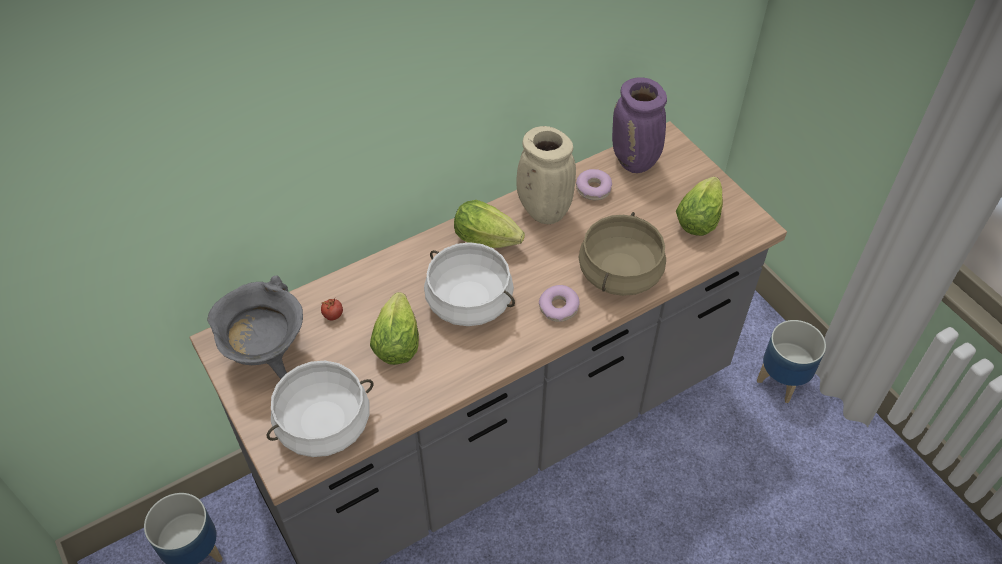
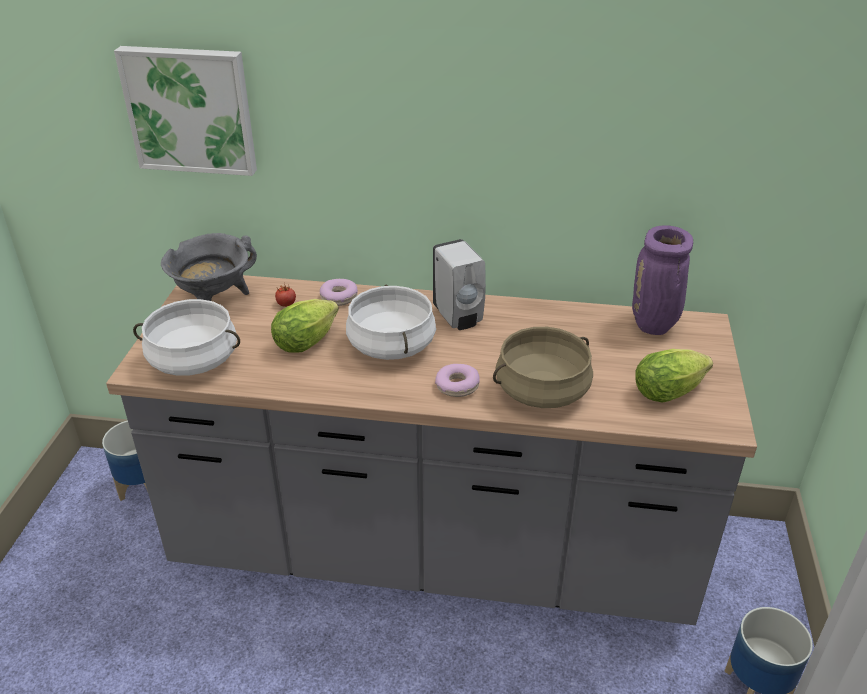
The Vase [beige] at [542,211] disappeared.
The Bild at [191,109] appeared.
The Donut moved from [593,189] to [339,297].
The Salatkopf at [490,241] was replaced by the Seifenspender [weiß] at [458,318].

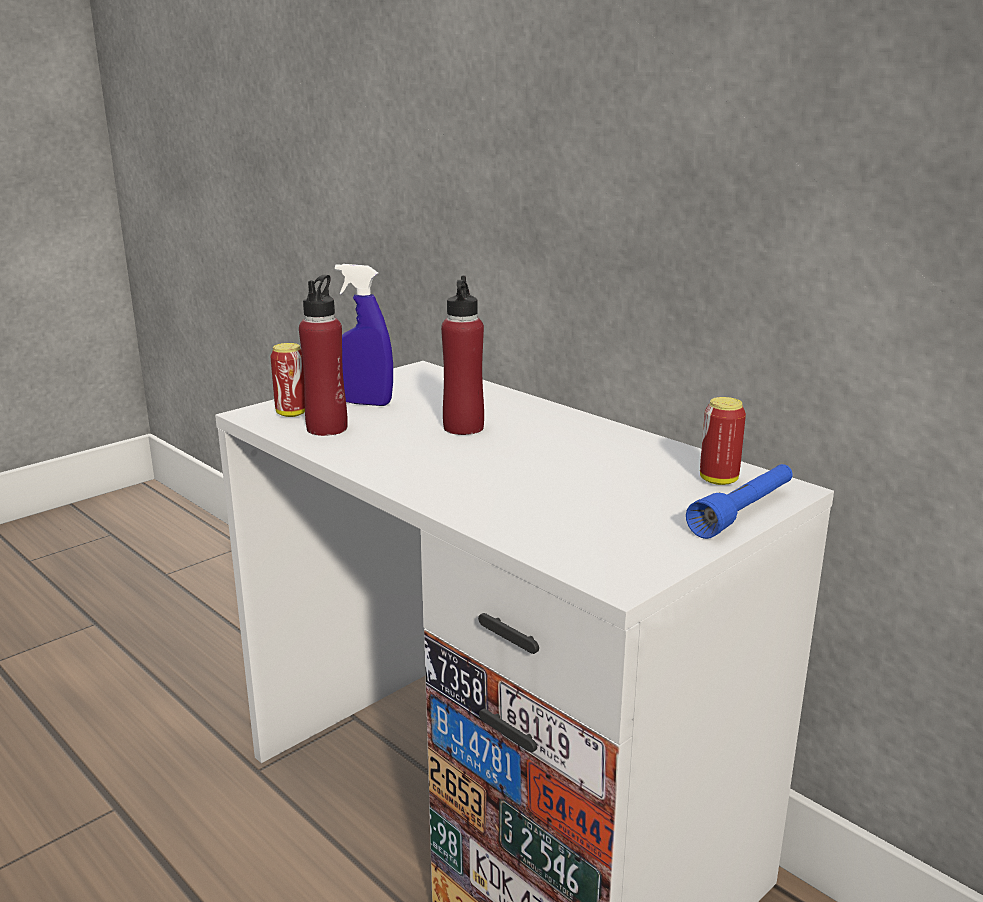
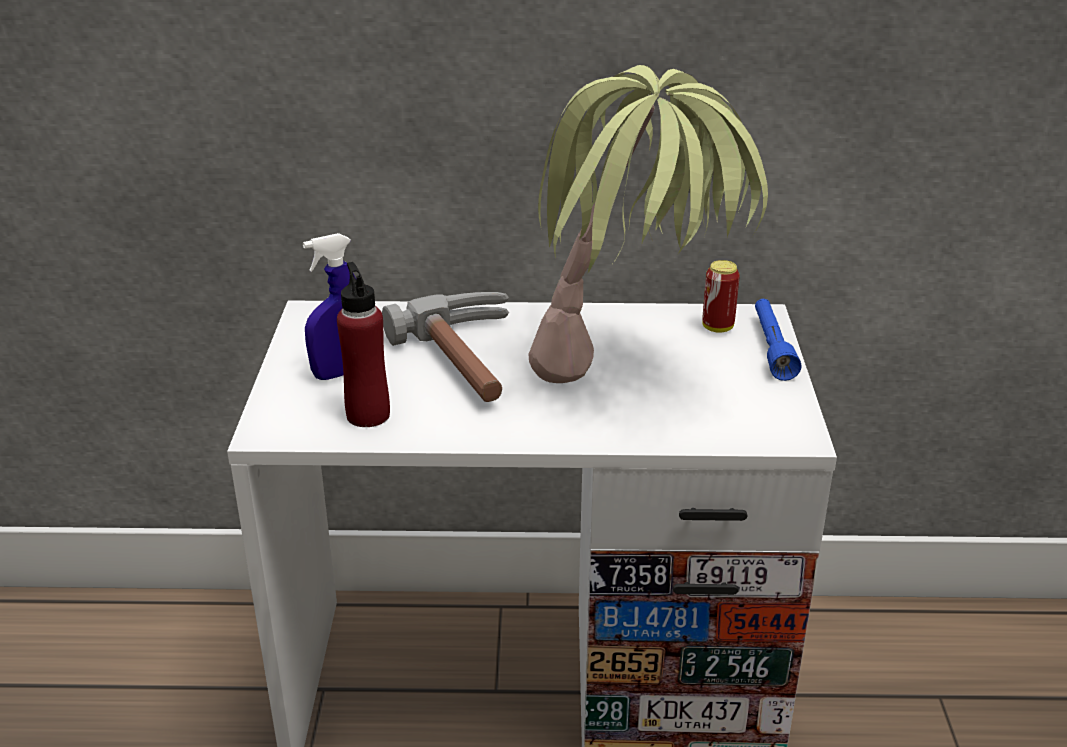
The Dose at [291,413] disappeared.
The Topfpflanze at [634,380] appeared.
The Flasche [rot] at [463,428] was replaced by the Hammer at [474,361].

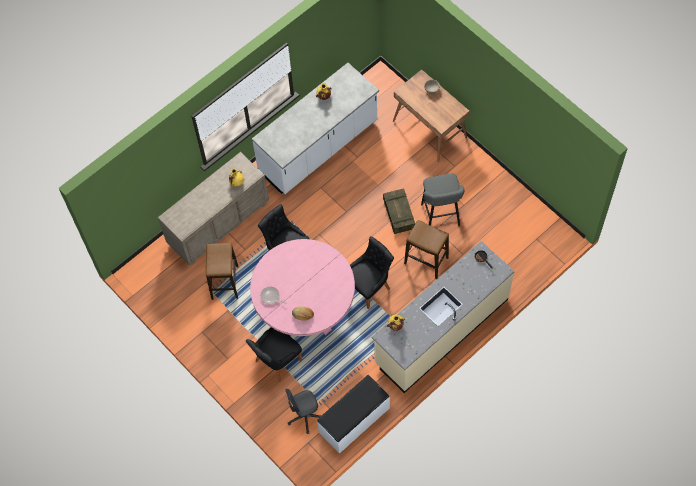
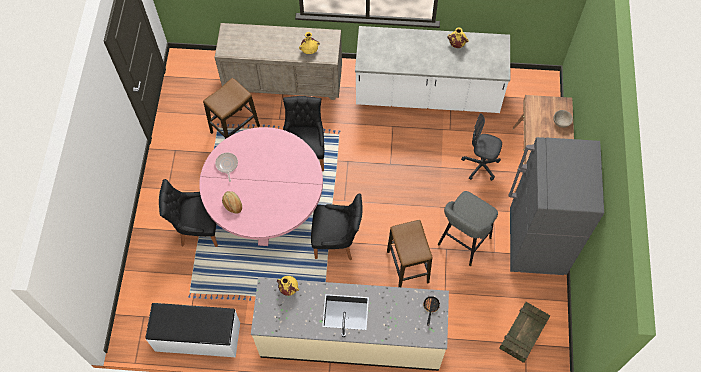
The Kühlschrank [grau] at [536,243] appeared.
The Bürostuhl [grau] moved from [305,416] to [480,165].
The Kiste moved from [398,214] to [523,334].

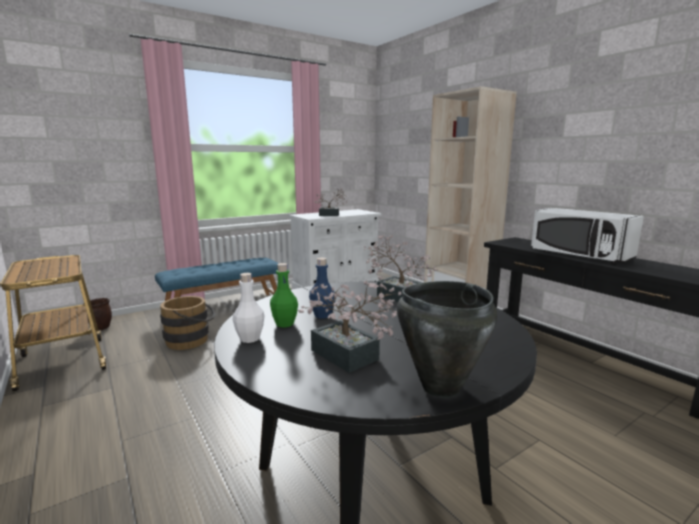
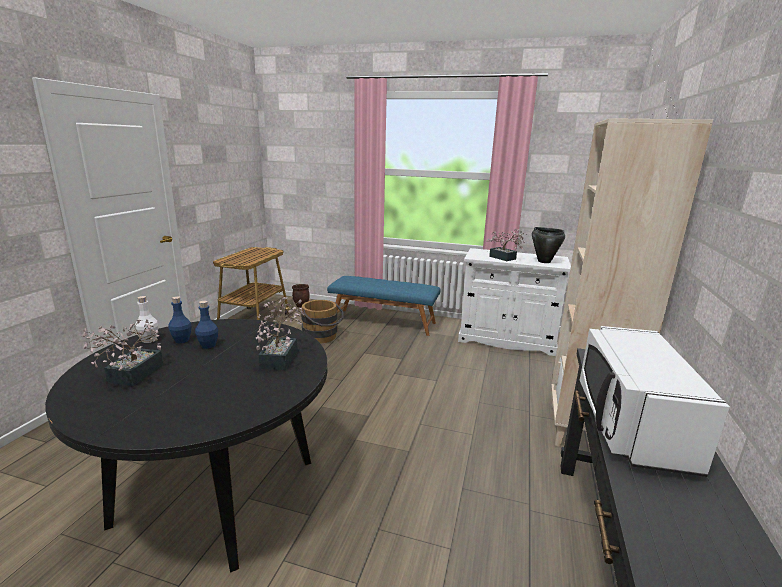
The Kochtopf [schwarz] moved from [440,387] to [544,261].
The Flasche [grün] at [284,324] became the Flasche [blau] at [182,340].

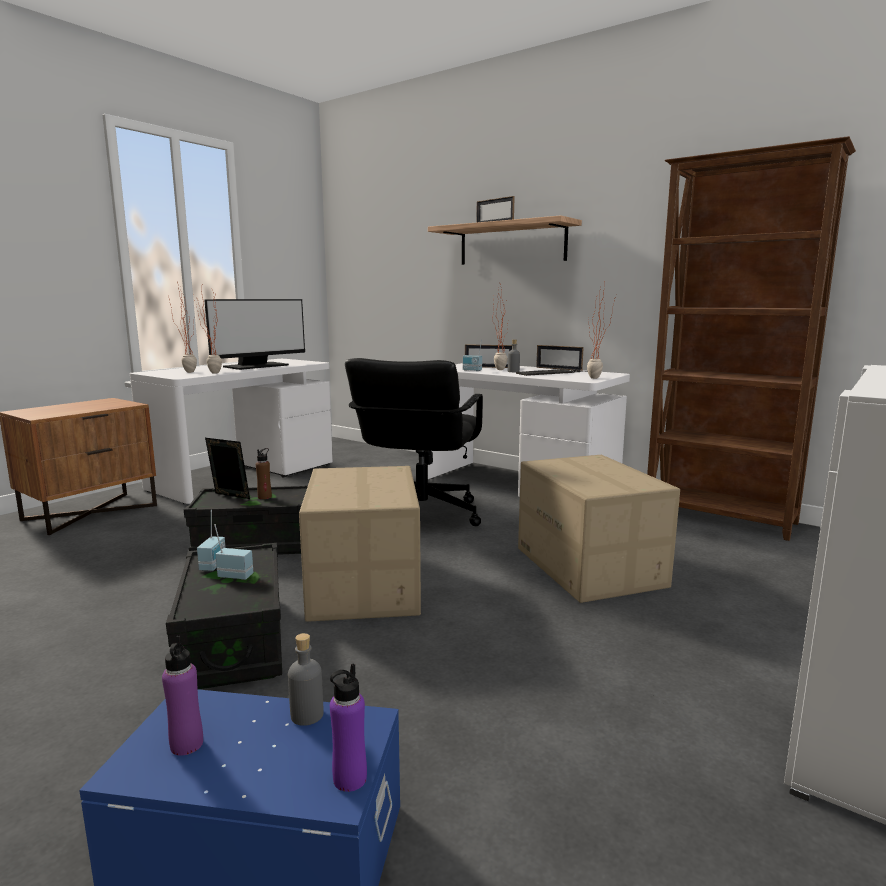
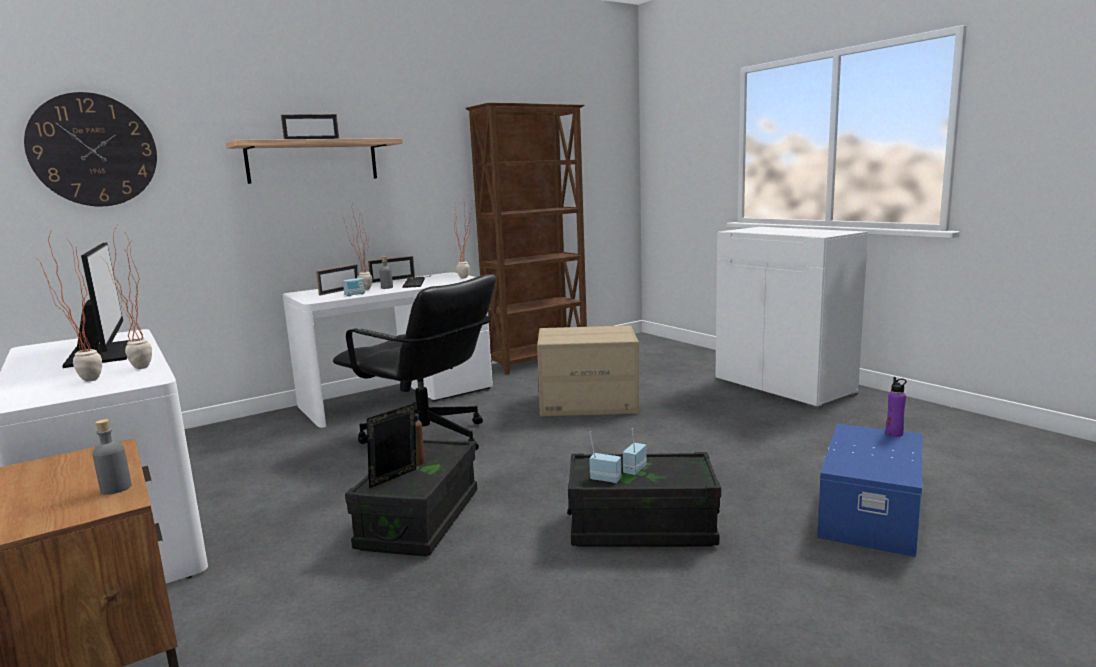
The Flasche [lila] at [186,744] disappeared.
The Karton at [365,585] disappeared.
The Wanduhr at [93,150] appeared.
The Flasche [grau] moved from [307,715] to [116,488].

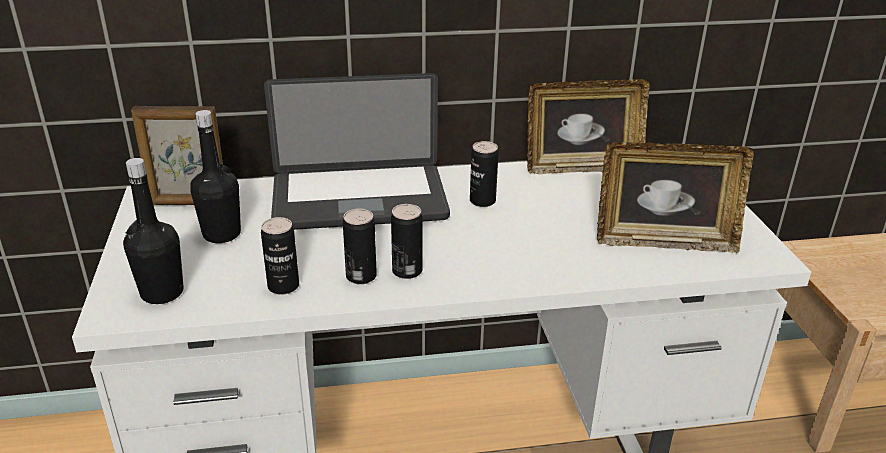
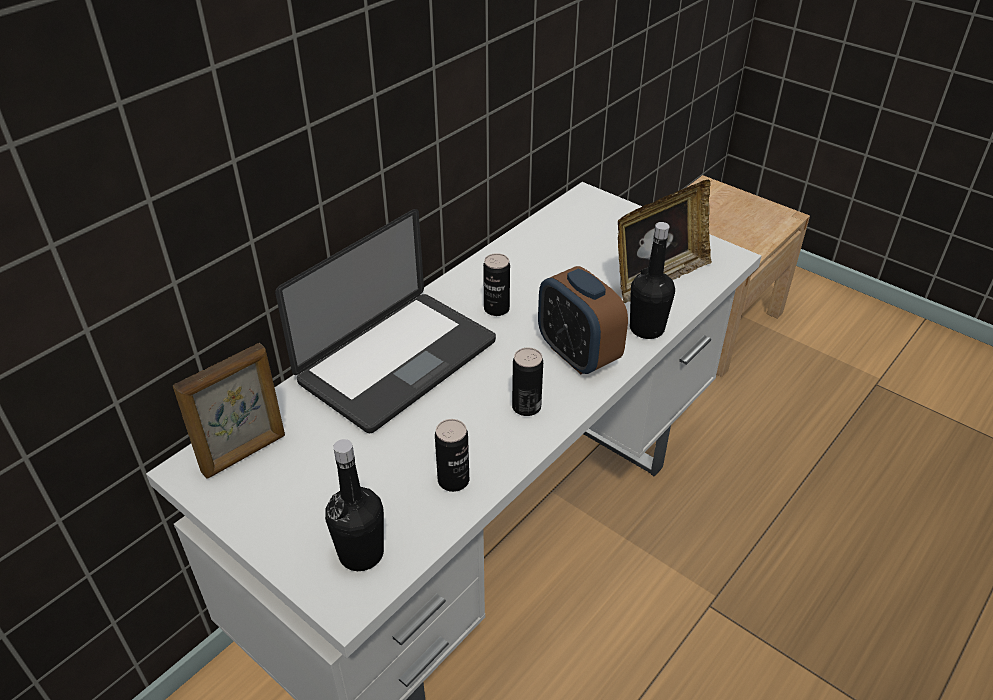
The Dose at [361,276] disappeared.
The Bilderrahmen at [582,167] disappeared.
The Wecker at [577,354] appeared.
The Flasche [schwarz] moved from [222,234] to [647,329].

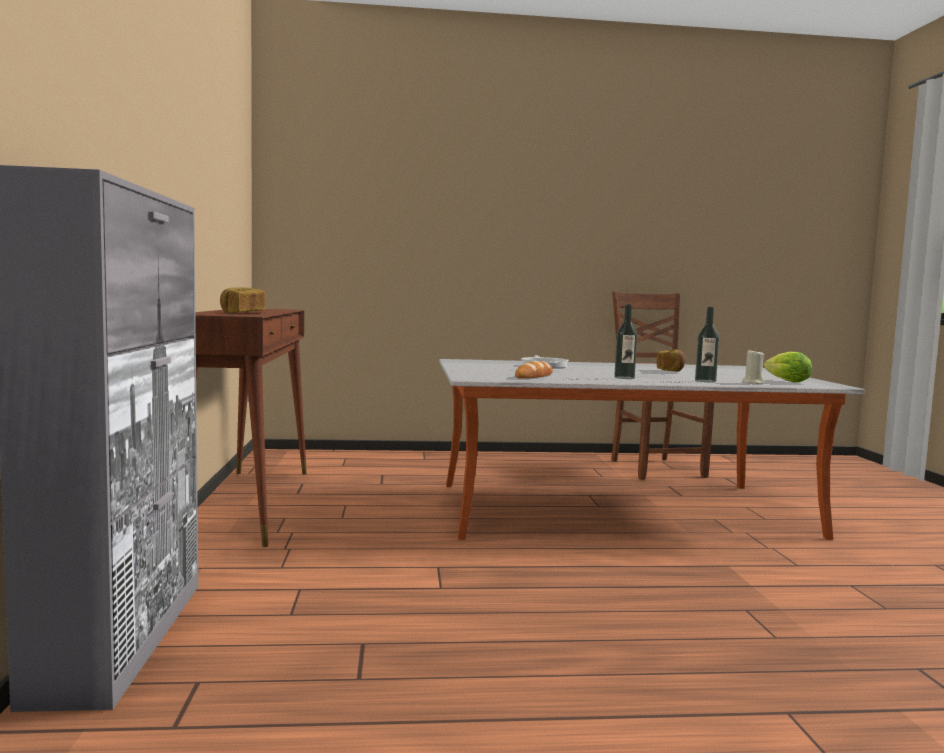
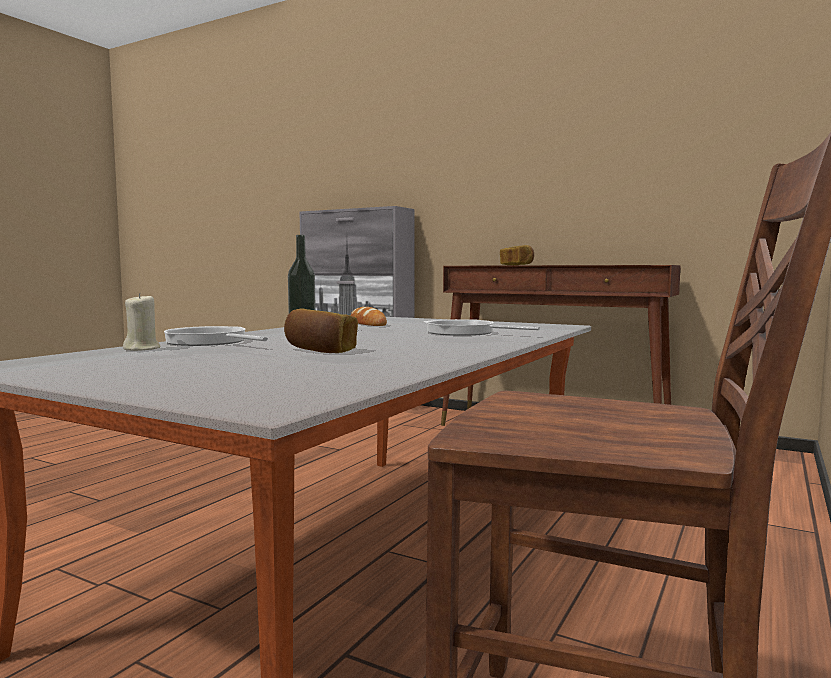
The Salatkopf at [785,381] disappeared.
The Flasche at [705,381] was replaced by the Pfanne at [209,342].

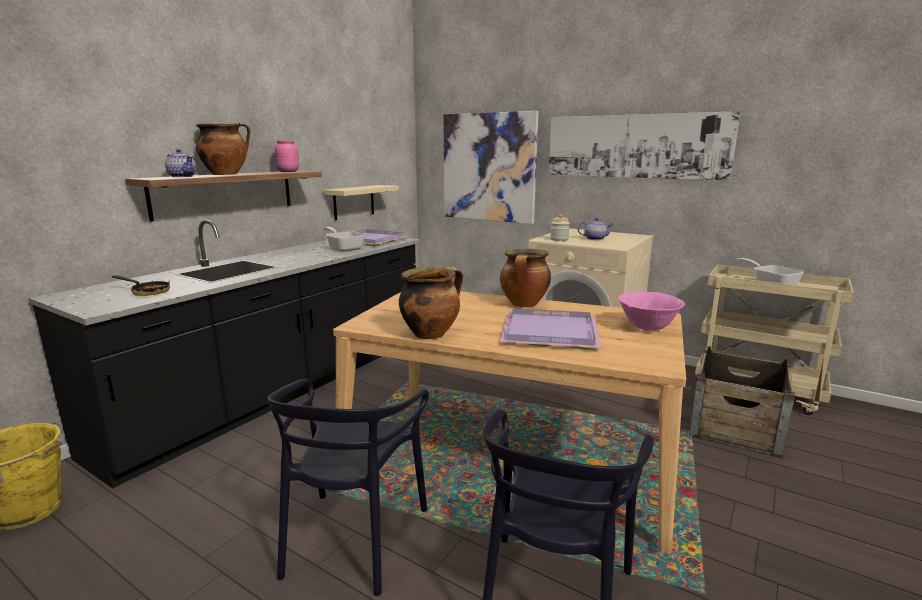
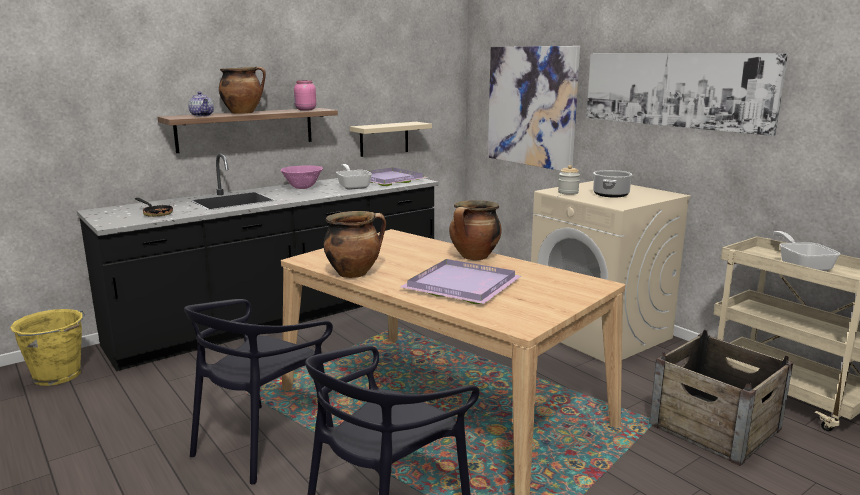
The Schüssel [rosa] moved from [647,328] to [302,188].
The Teekanne at [595,239] was replaced by the Kochtopf at [610,194].

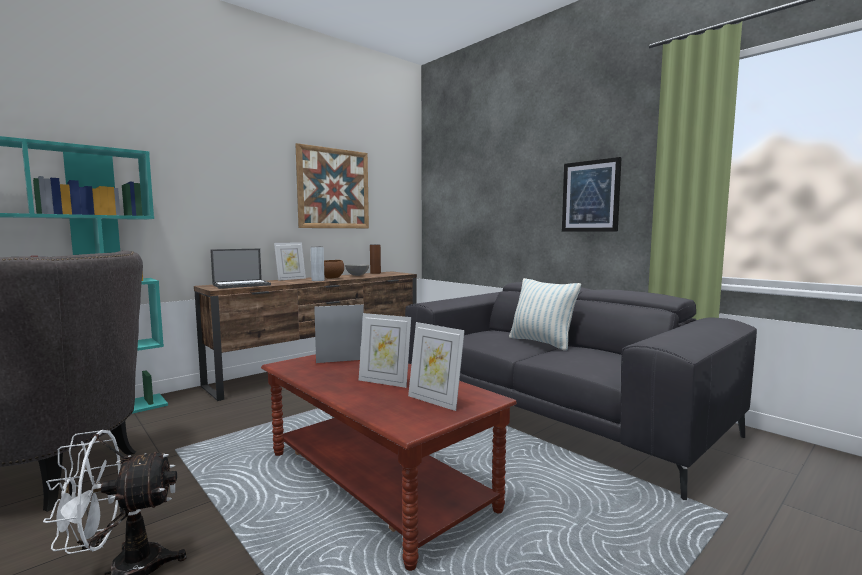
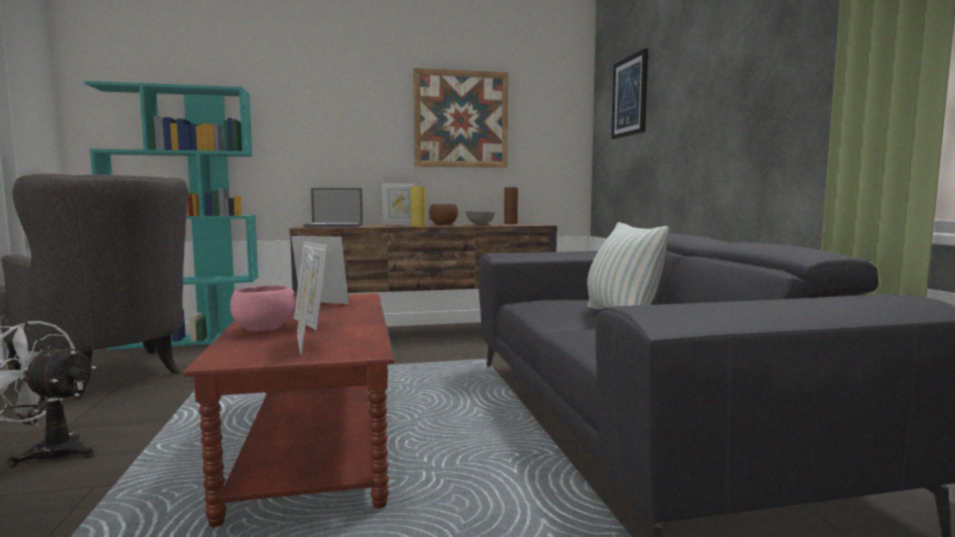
The Schüssel [rosa] at [262,329] appeared.
The Bild moved from [590,196] to [630,96].
The Vase [grau] at [318,280] became the Vase [gelb] at [418,226].

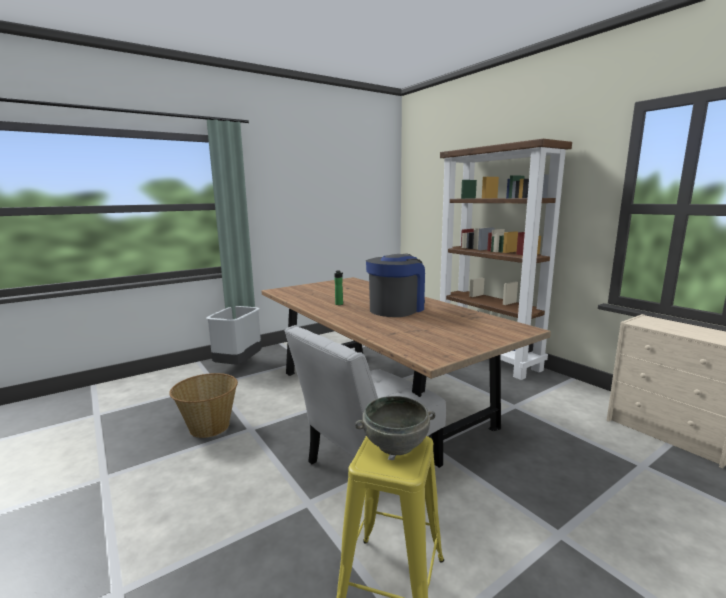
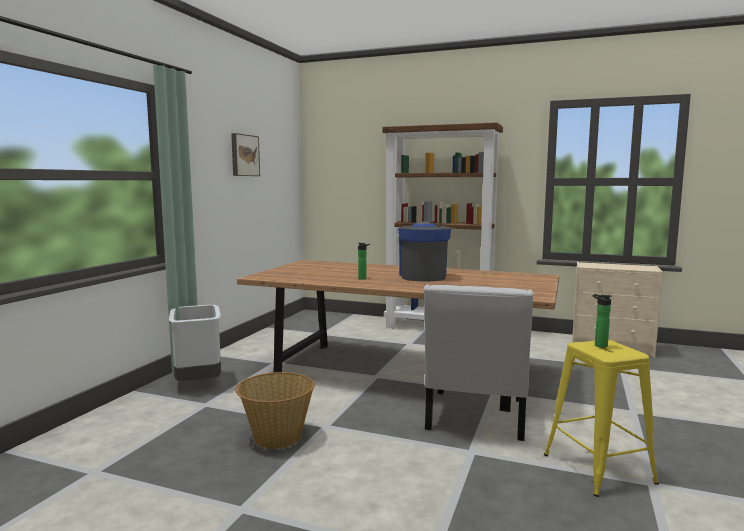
The Bild at [244,155] appeared.
The Schüssel [grau] at [395,443] was replaced by the Flasche at [599,345].

